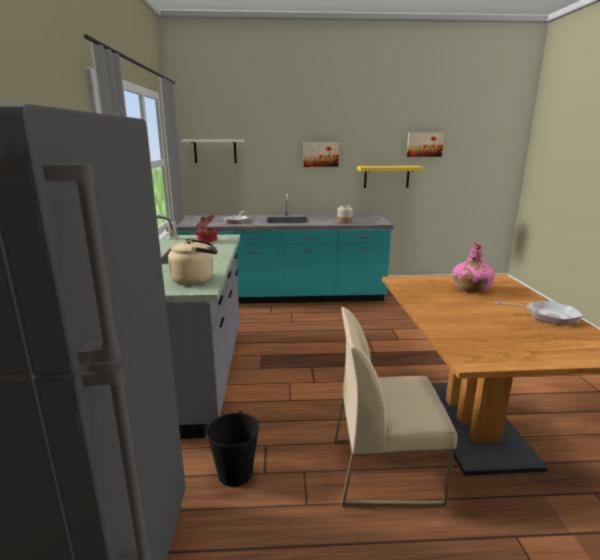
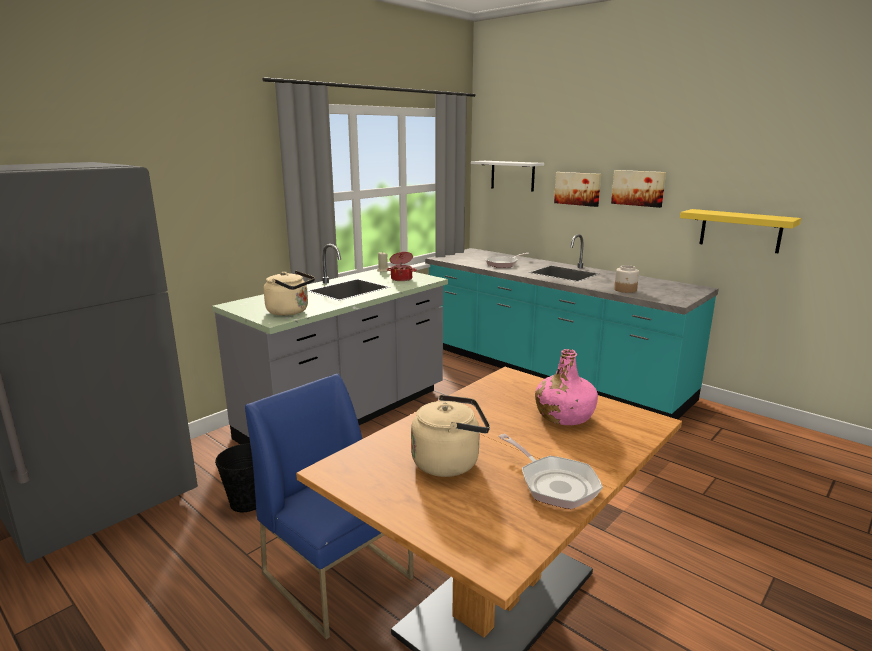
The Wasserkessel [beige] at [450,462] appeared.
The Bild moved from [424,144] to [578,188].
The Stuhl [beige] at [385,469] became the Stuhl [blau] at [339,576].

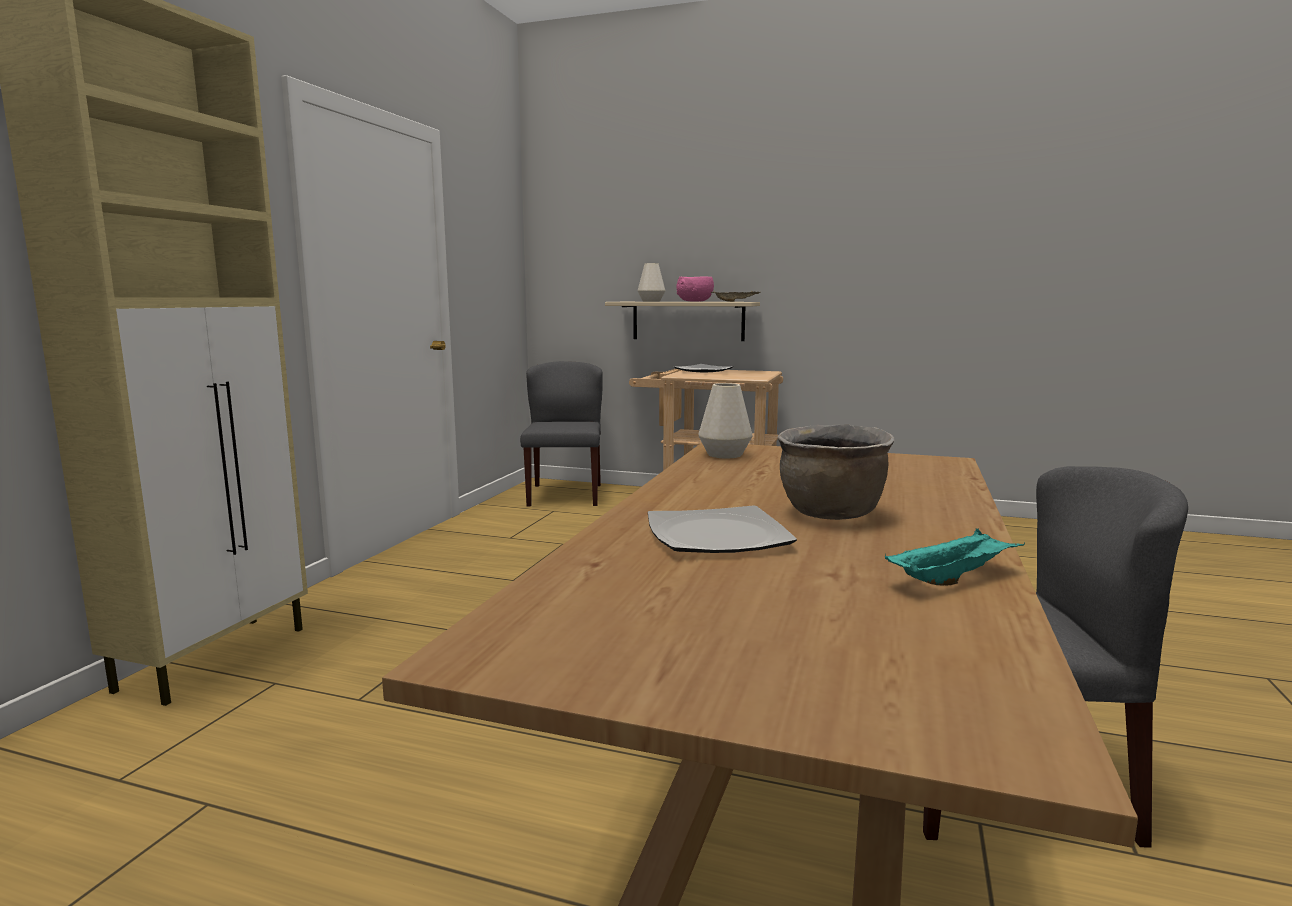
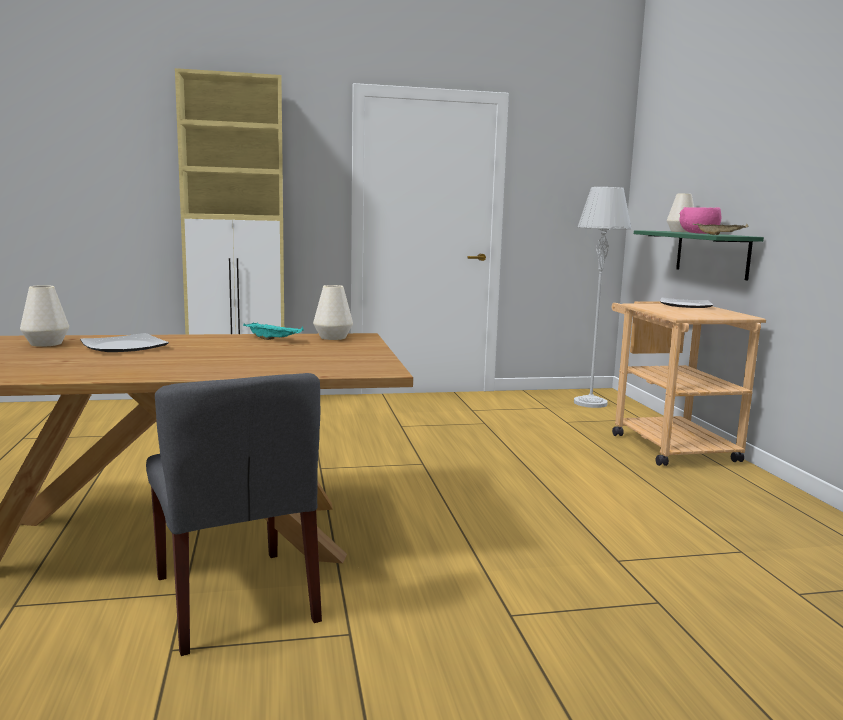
The Kochtopf [braun] at [831,514] disappeared.
The Vase [weiß] at [46,344] appeared.
The Tablett [türkis] moved from [952,578] to [274,339].
The Stuhl [grau] at [565,495] was replaced by the Stehlampe [grau] at [590,403].
The Wandregal [beige] at [688,321] became the Wandregal [grün] at [712,254].

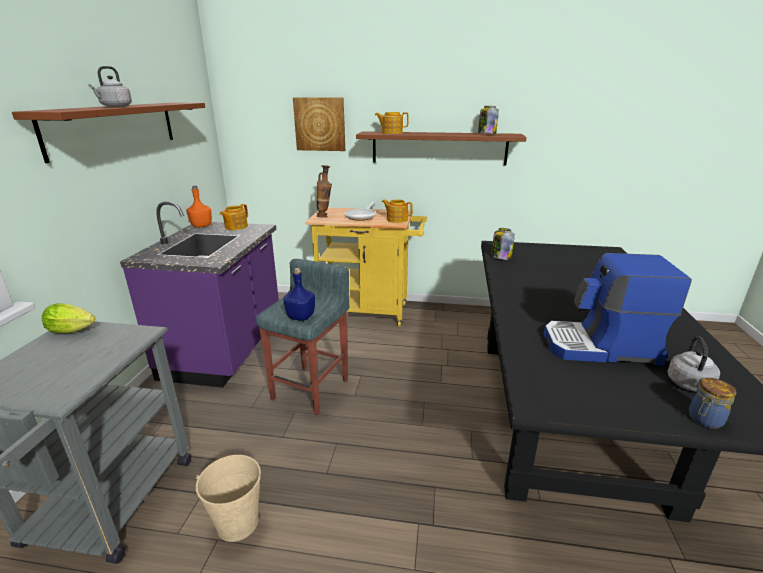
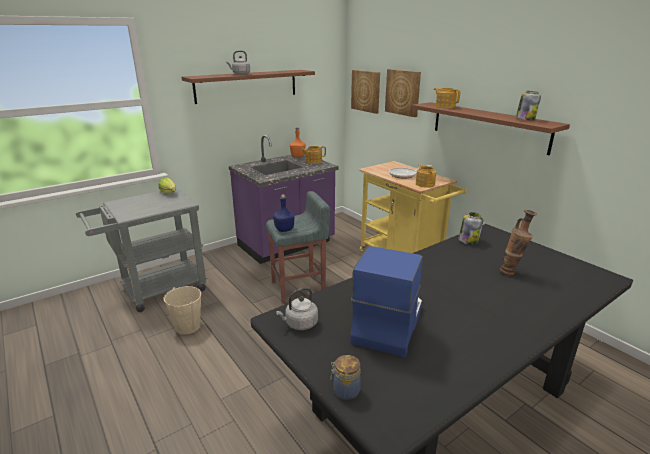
The Bild at [366,91] appeared.
The Vase moved from [325,216] to [511,272].
The Wasserkessel [grau] moved from [689,385] to [300,324].
The Kaffeemaschine at [600,347] turned 60 degrees clockwise.

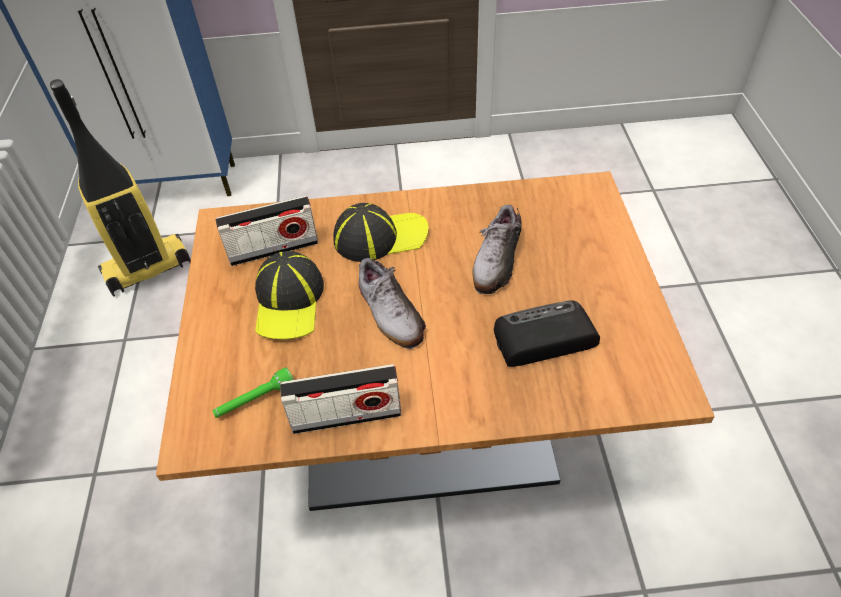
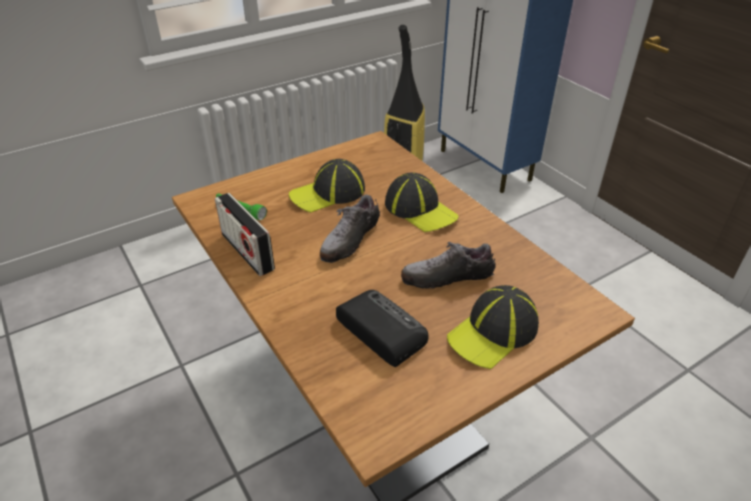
The Radio at [273,249] disappeared.
The Kappe at [493,332] appeared.

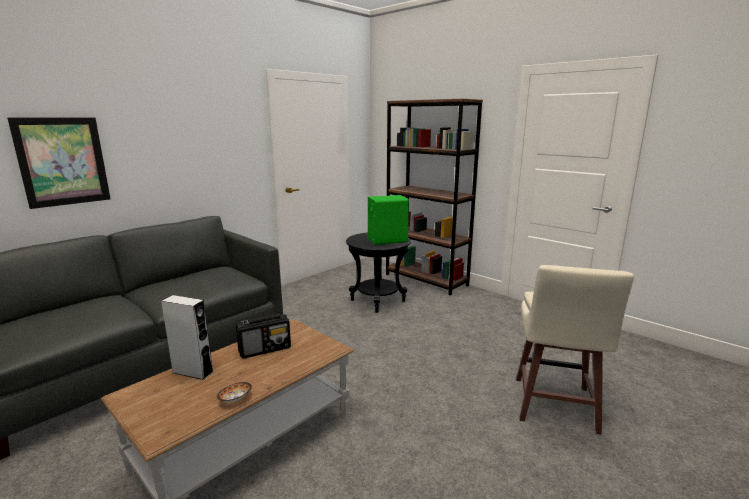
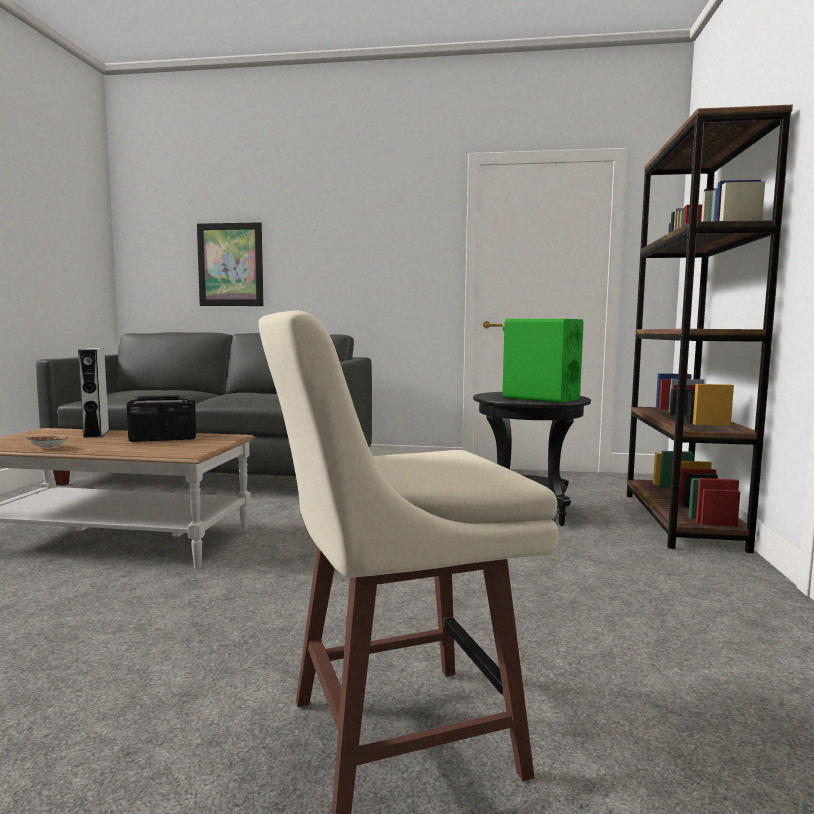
The Radio at [265,349] turned 135 degrees clockwise.

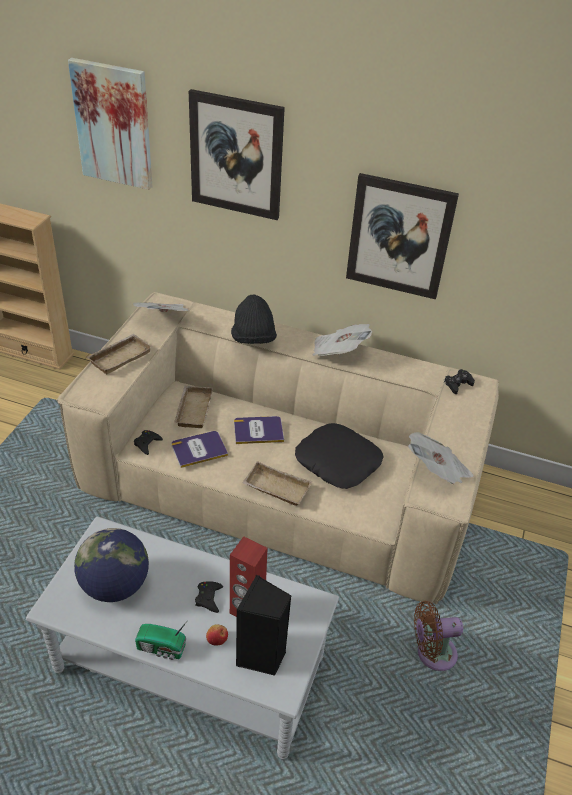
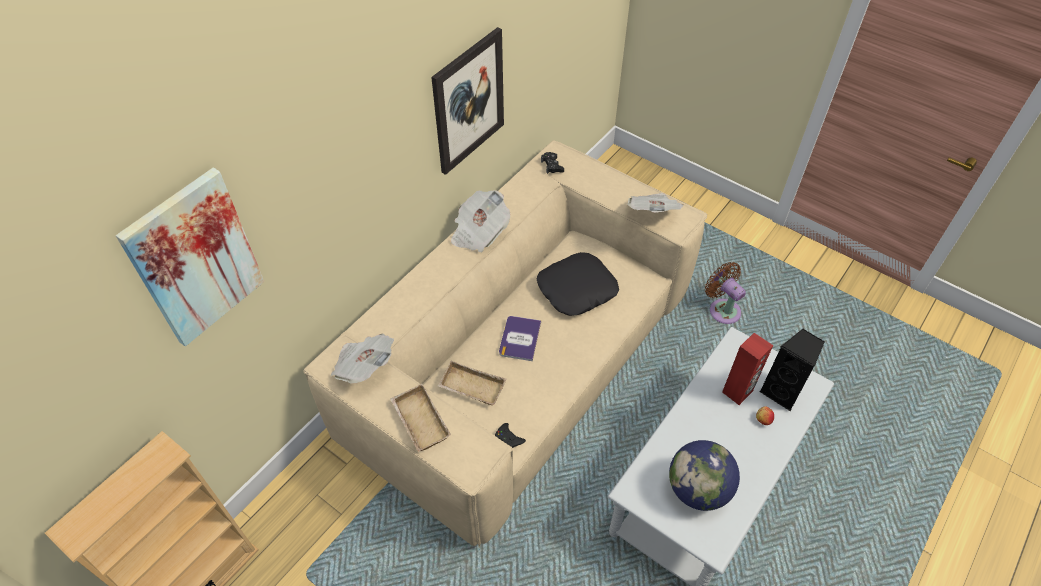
The Radio at [162,648] disappeared.
The Buch at [199,449] disappeared.
The Bild at [236,155] disappeared.
The Gamepad [schwarz] at [208,598] disappeared.
The Hut [schwarz] at [253,338] disappeared.
The Tablett [beige] at [275,488] disappeared.
The Ventilator [braun] at [432,653] turned 135 degrees clockwise.

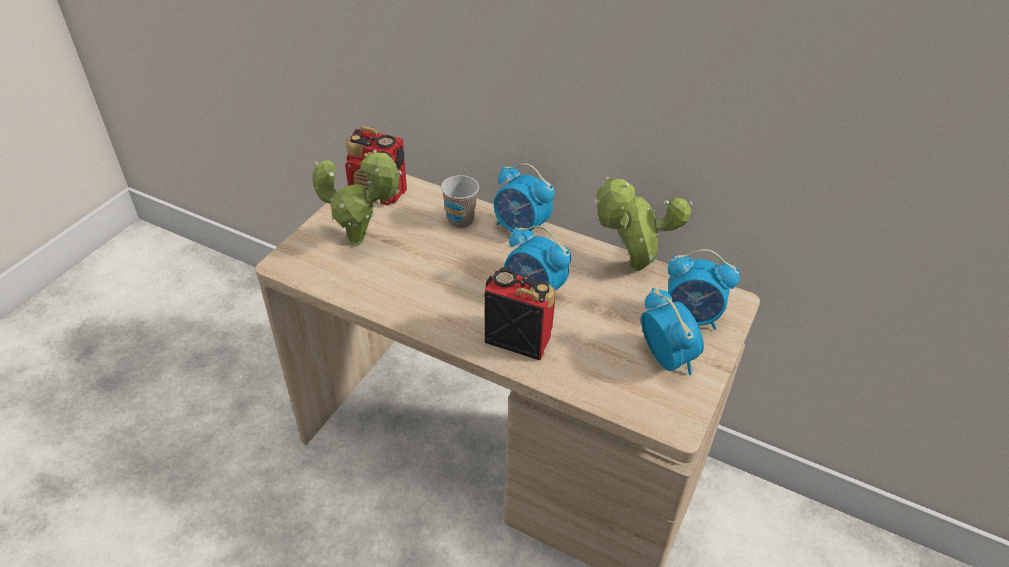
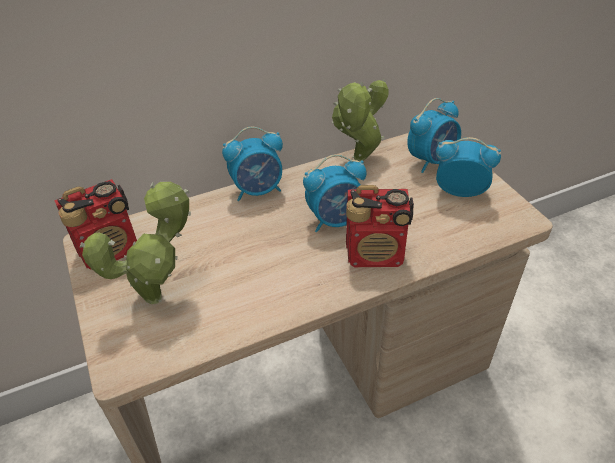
The Tasse at [460,221] disappeared.
The Radio at [518,338] turned 150 degrees counterclockwise.

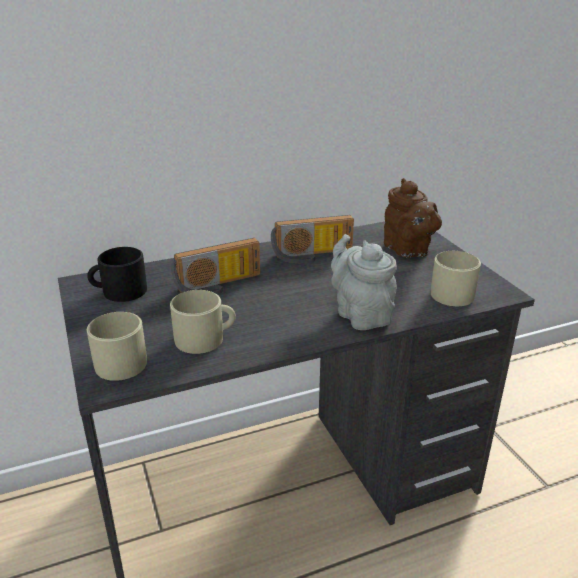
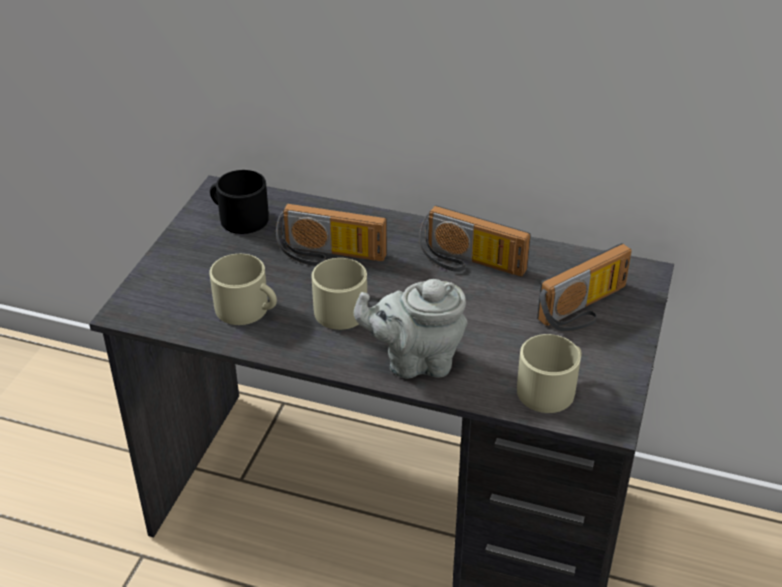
The Henkelbecher [beige] moved from [120,360] to [343,307].
The Teekanne [braun] at [408,250] was replaced by the Radio at [586,310].
The Teekanne [grau] at [360,314] turned 105 degrees counterclockwise.

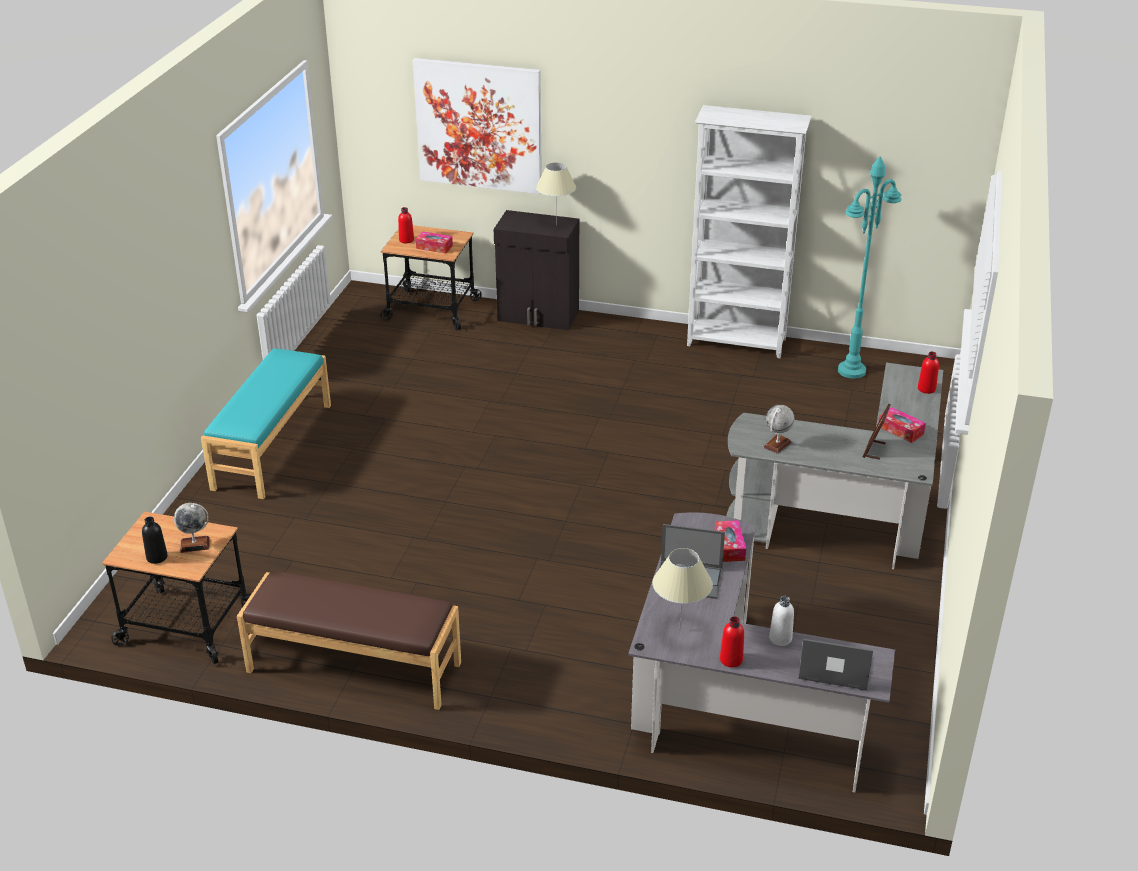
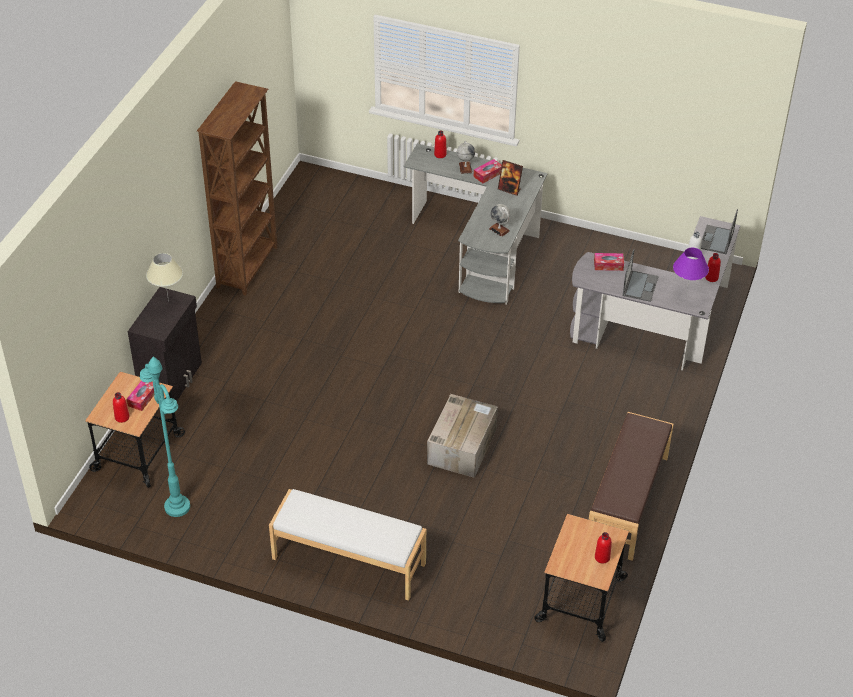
The Bild at [479,125] disappeared.
The Karton at [462,445] appeared.
The Globus moved from [195,544] to [465,168].
The Stehlampe [türkis] moved from [851,371] to [177,506].
The Flasche [schwarz] at [157,557] became the Flasche [rot] at [602,557].
The Bank [türkis] at [272,446] became the Bank [weiß] at [348,561].
The Tischlampe [beige] at [679,629] became the Tischlampe [lila] at [686,295].
The Bücherregal [weiß] at [737,343] became the Bücherregal [braun] at [248,267].

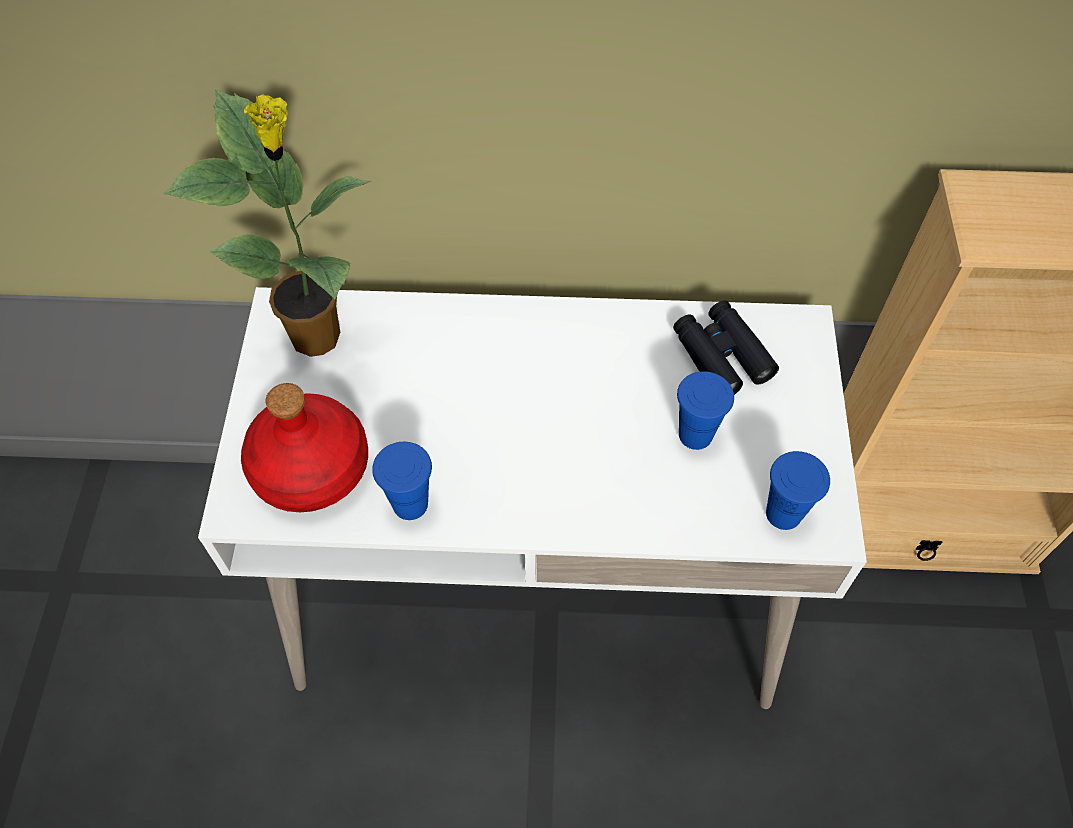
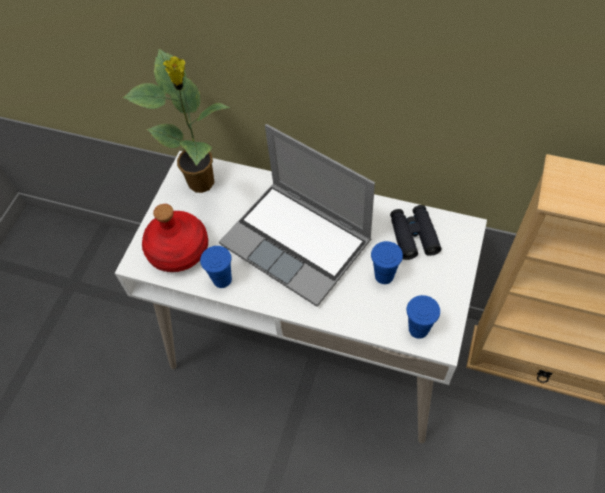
The Laptop at [298,243] appeared.

